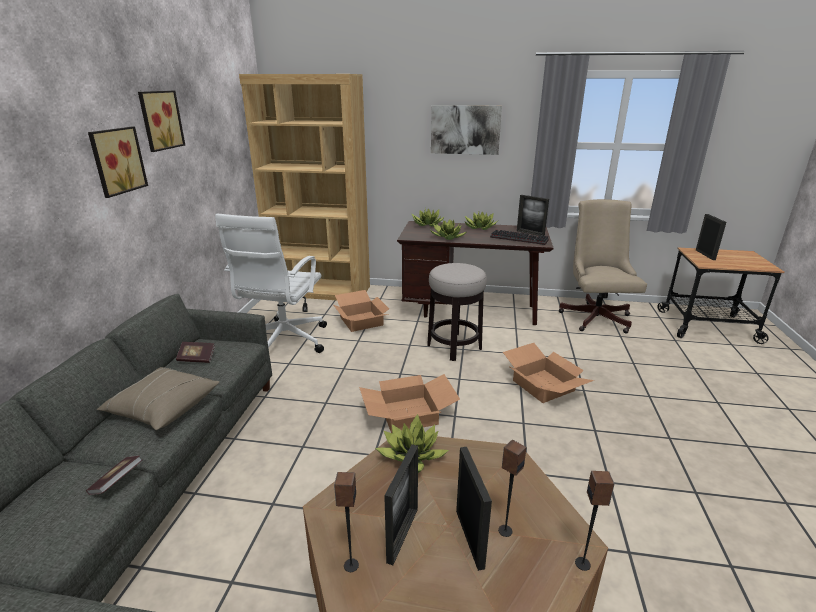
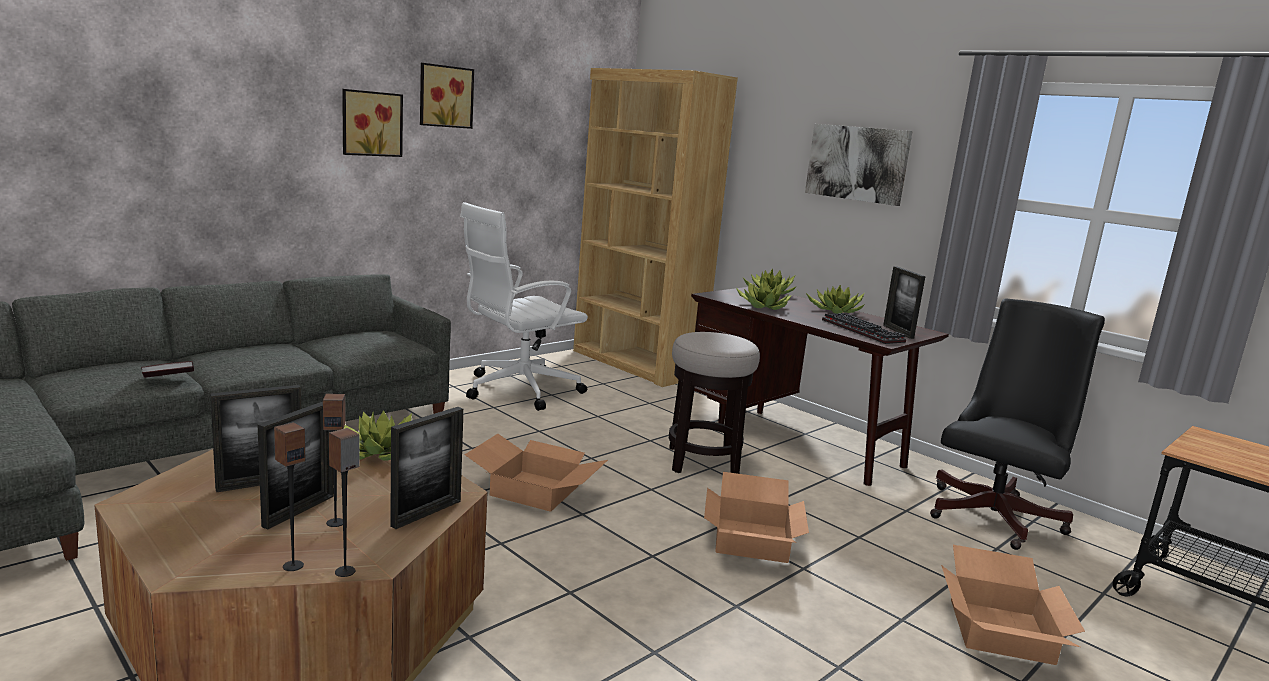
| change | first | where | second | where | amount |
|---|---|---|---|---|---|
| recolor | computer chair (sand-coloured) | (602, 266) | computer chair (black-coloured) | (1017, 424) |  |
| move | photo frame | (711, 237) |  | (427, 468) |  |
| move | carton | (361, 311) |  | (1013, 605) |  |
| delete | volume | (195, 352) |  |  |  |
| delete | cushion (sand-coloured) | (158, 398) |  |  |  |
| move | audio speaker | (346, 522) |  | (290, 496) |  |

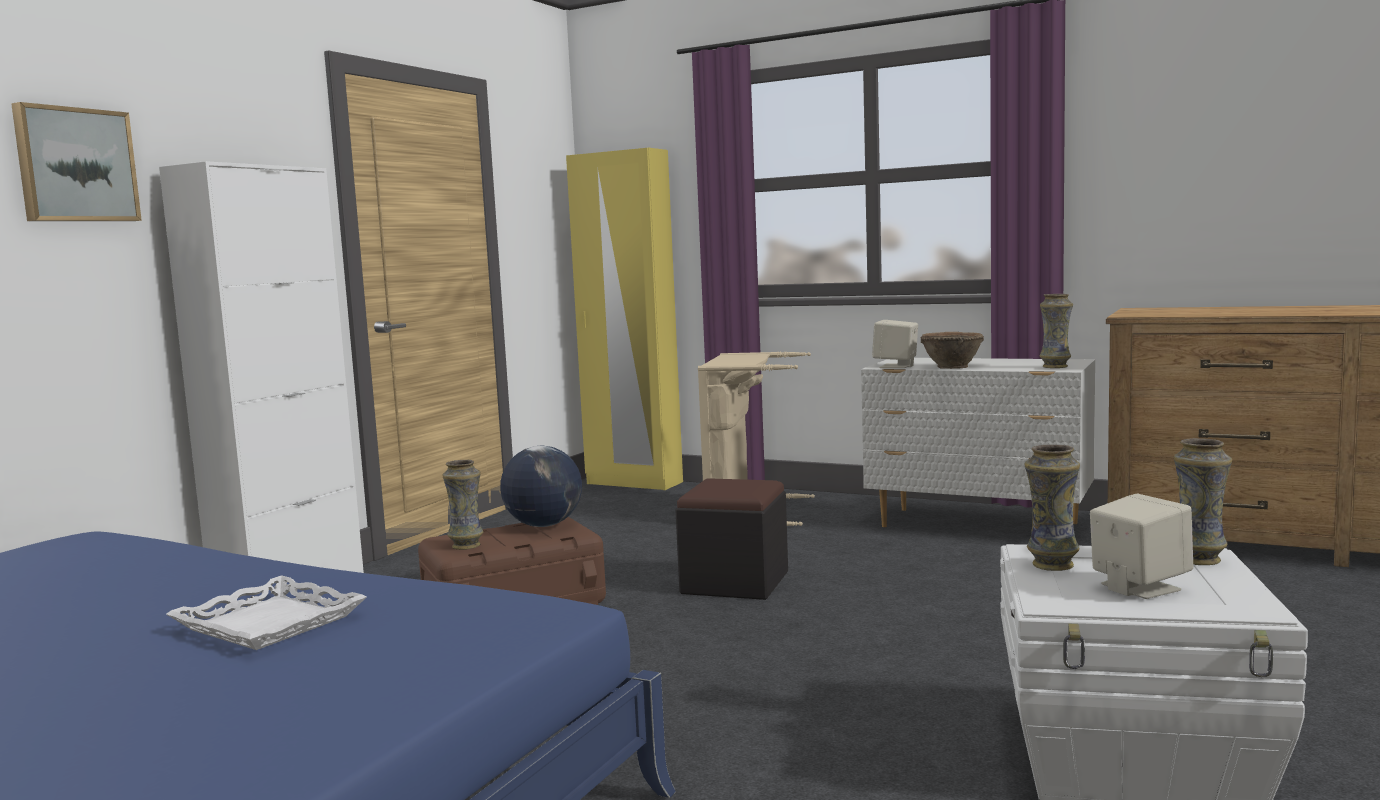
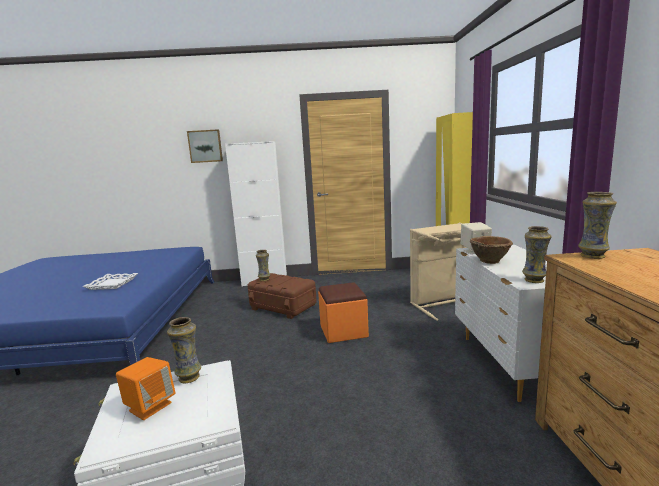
| change | first | where | second | where | amount |
|---|---|---|---|---|---|
| move | vase | (1203, 501) |  | (597, 225) |  |
| delete | desk globe | (541, 486) |  |  |  |
| recolor | pouffe (black-coloured) | (731, 539) | pouffe (orange) | (343, 312) |  |
| recolor | audio speaker (sand-coloured) | (1142, 546) | audio speaker (orange) | (145, 388) |  |

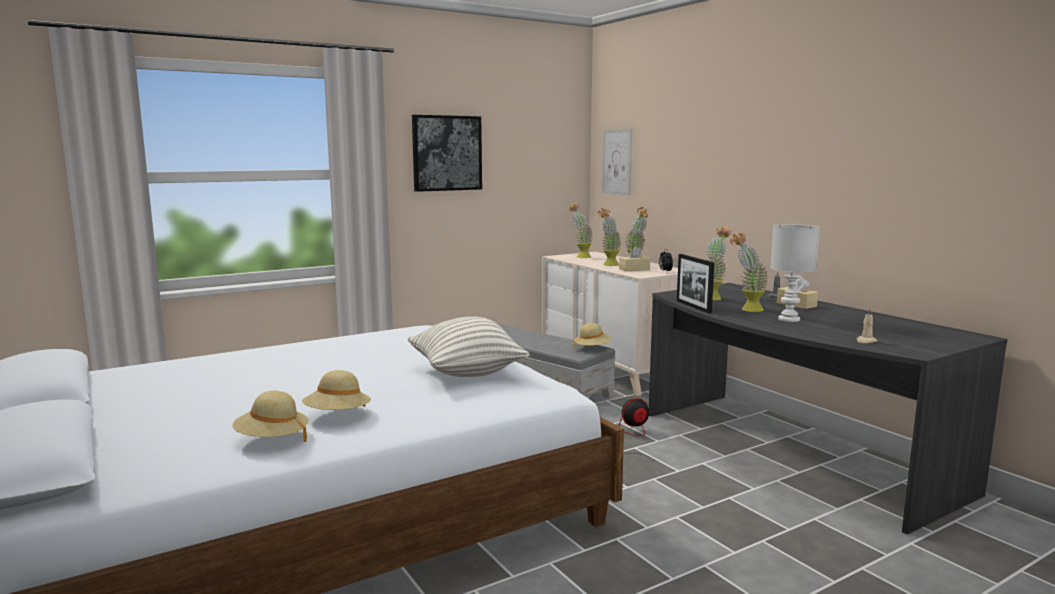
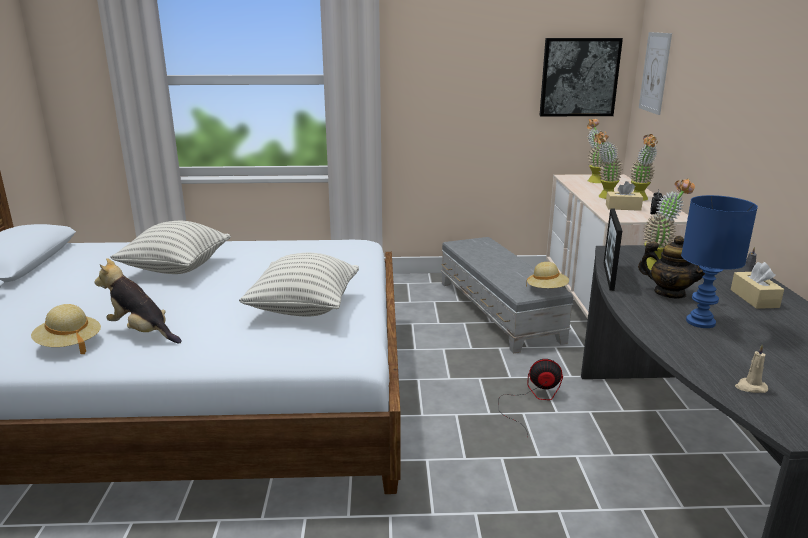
| change | first | where | second | where | amount |
|---|---|---|---|---|---|
| move | wall picture | (447, 153) |  | (581, 77) |  |
| recolor | tabletop lamp (white) | (795, 273) | tabletop lamp (blue-coloured) | (719, 261) |  |
| replace | houseplant | (748, 272) | teapot | (671, 267) |  |
| replace | wearable hat (sand-coloured) | (336, 390) | plush toy | (138, 301) |  |
| insert |  |  | cushion | (170, 247) |  |

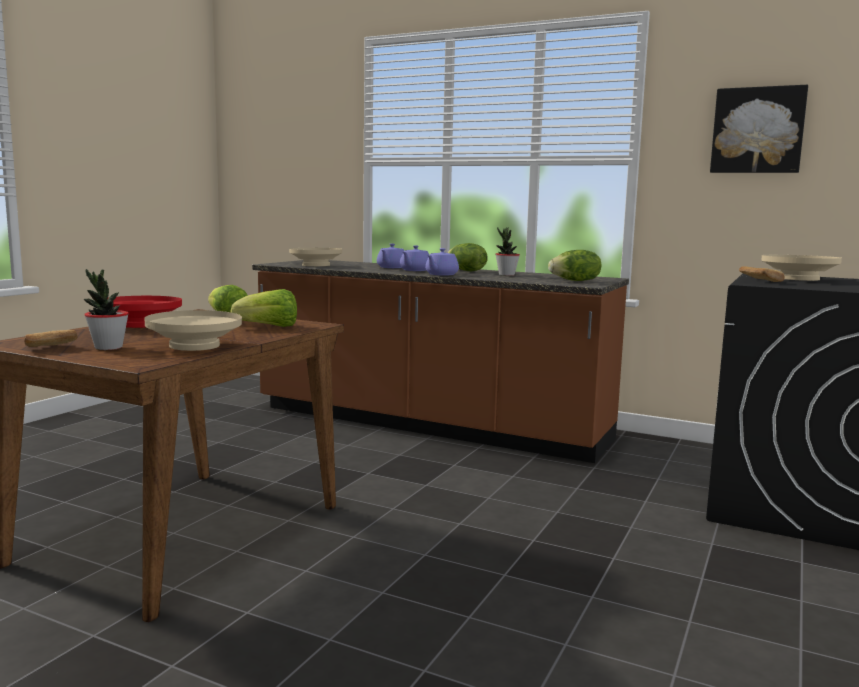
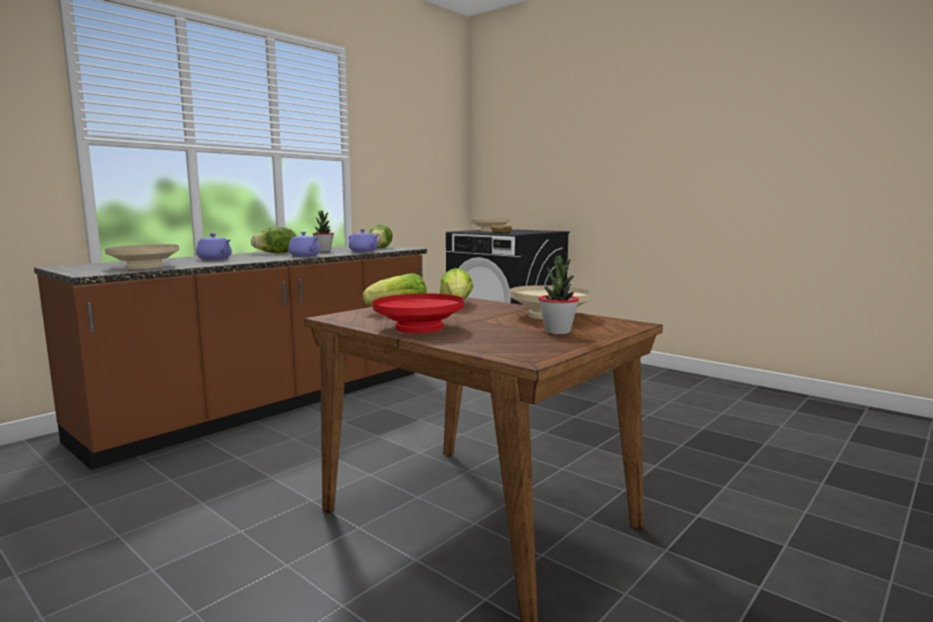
| change | first | where | second | where | amount |
|---|---|---|---|---|---|
| delete | wall picture | (759, 129) |  |  |  |
| move | teapot (purple) | (414, 258) |  | (364, 240) |  |
| delete | bread | (51, 338) |  |  |  |

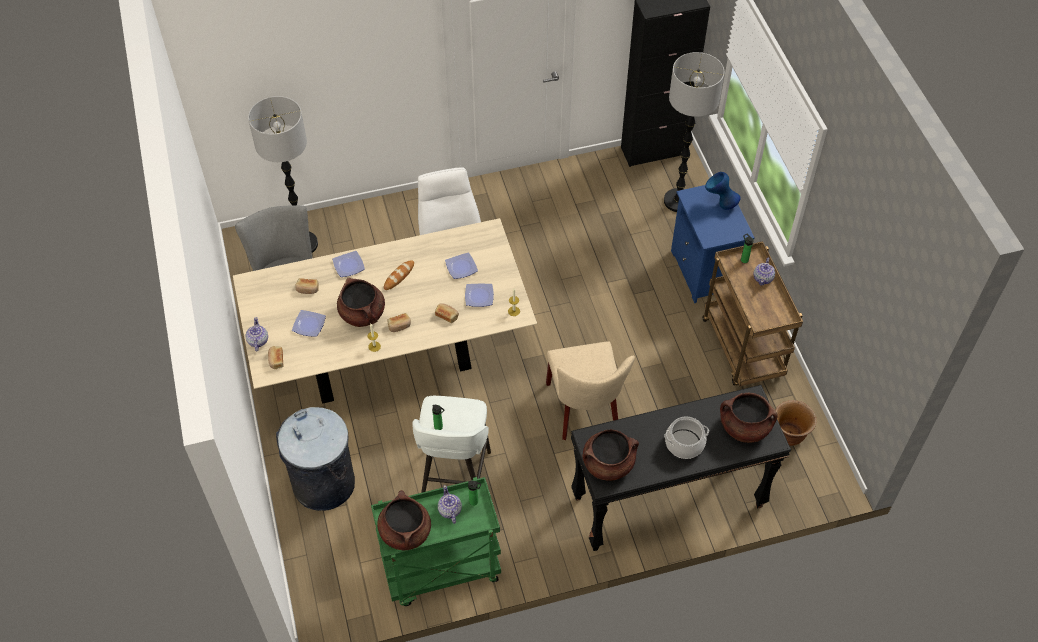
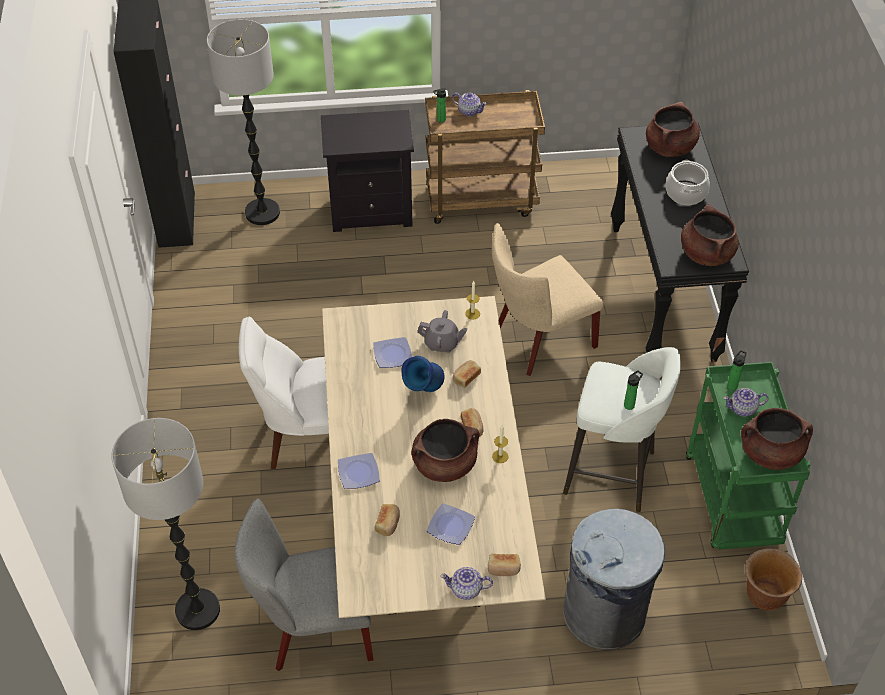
| change | first | where | second | where | amount |
|---|---|---|---|---|---|
| move | vase (blue-coloured) | (723, 191) |  | (423, 374) |  |
| recolor | bedside table (blue-coloured) | (713, 244) | bedside table (black-coloured) | (367, 171) |  |
| delete | bread | (399, 275) |  |  |  |
| replace | dinner plate | (479, 295) | teapot (gray) | (442, 331) |  |
| rotate | upright chair (sand-coloured) | (590, 390) |  | (548, 299) | 150 degrees clockwise |
| move | plant pot (brownish) | (796, 423) |  | (773, 579) |  |

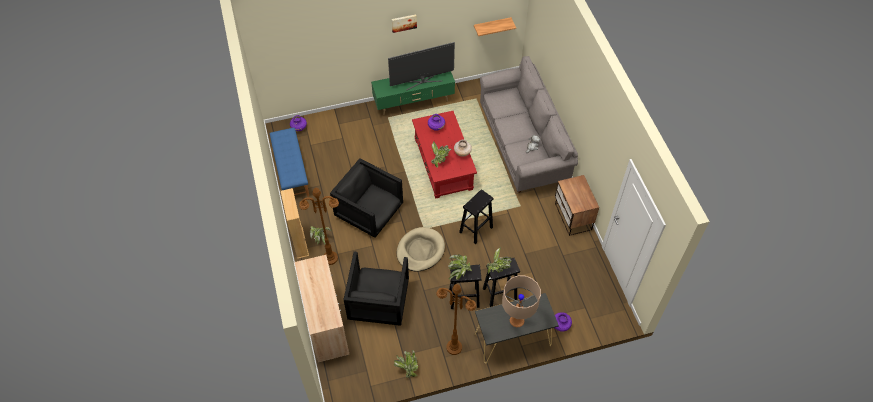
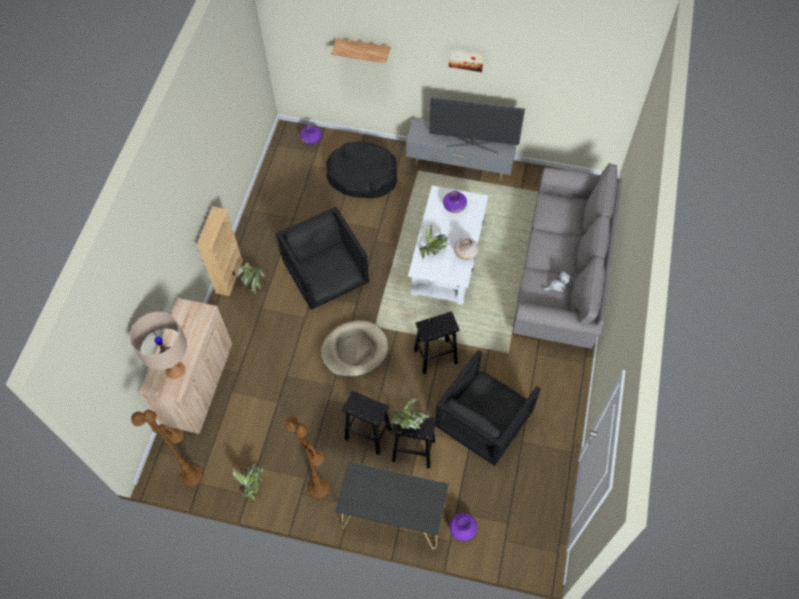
| change | first | where | second | where | amount |
|---|---|---|---|---|---|
| move | bracket shelf | (495, 26) |  | (361, 50) |  |
| recolor | media console (green-coloured) | (413, 93) | media console (gray) | (461, 150) |  |
| recolor | low table (red) | (444, 155) | low table (white) | (448, 245) |  |
| delete | long seat (blue-coloured) | (289, 162) |  |  |  |
| delete | bedside table | (577, 205) |  |  |  |
| move | standard lamp (brownish) | (319, 226) |  | (167, 448) |  |
| move | easy chair (black-coloured) | (376, 288) |  | (487, 408) |  |
| delete | houseplant | (460, 267) |  |  |  |
| move | tabletop lamp (sand-coloured) | (521, 301) |  | (158, 345) |  |
| insert |  |  | pet bed (black-coloured) | (361, 169) |  |

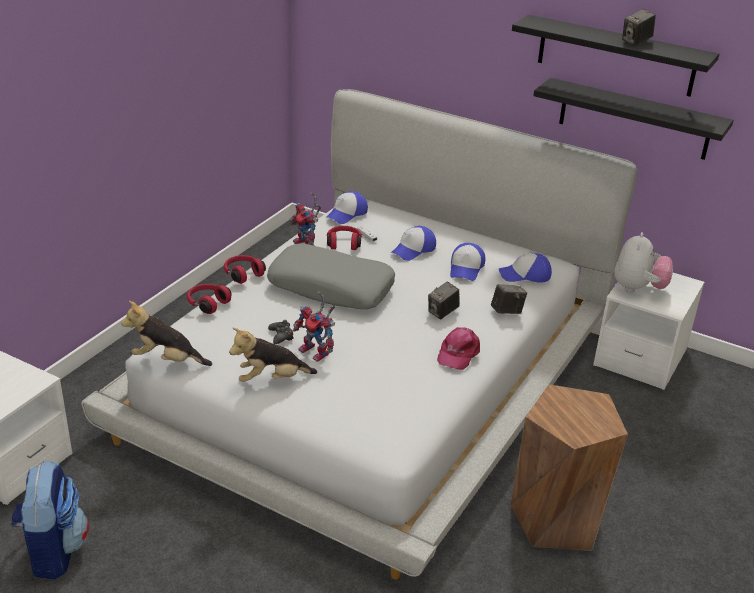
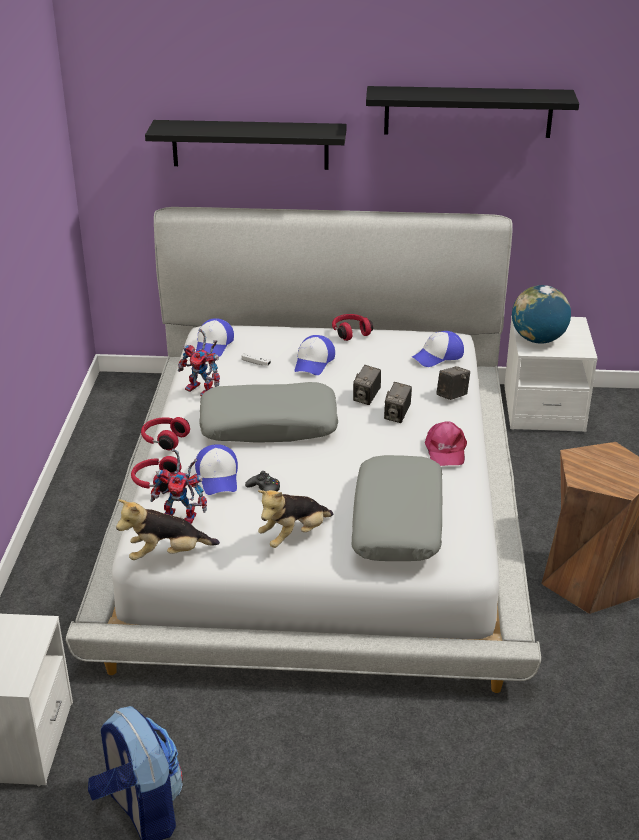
| change | first | where | second | where | amount |
|---|---|---|---|---|---|
| move | still camera | (639, 27) |  | (367, 385) |  |
| move | bracket shelf (black-coloured) | (633, 119) |  | (246, 145) |  |
| move | pair of headphones (red) | (344, 238) |  | (352, 327) |  |
| replace | plush toy | (643, 262) | desk globe | (541, 314) |  |
| move | cap | (468, 262) |  | (216, 469) |  |
| move | toy robot | (314, 326) |  | (179, 486) |  |
| insert |  |  | cushion (gray) | (397, 508) |  |

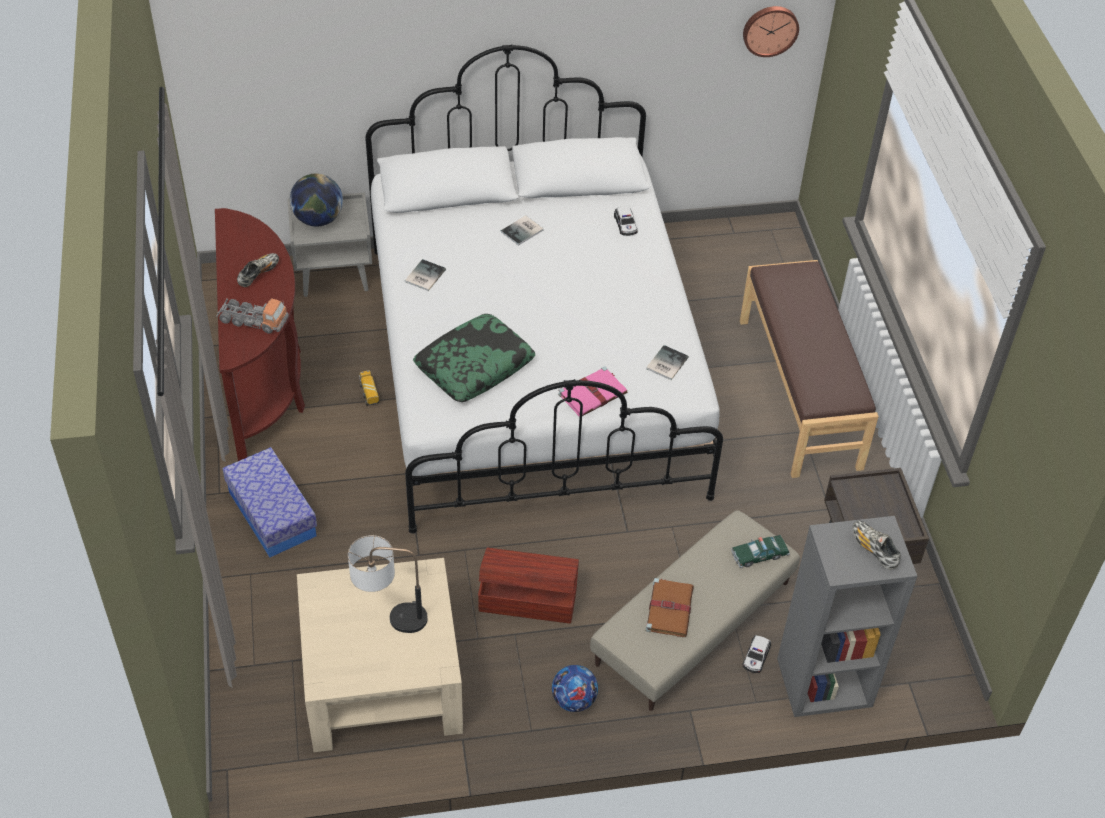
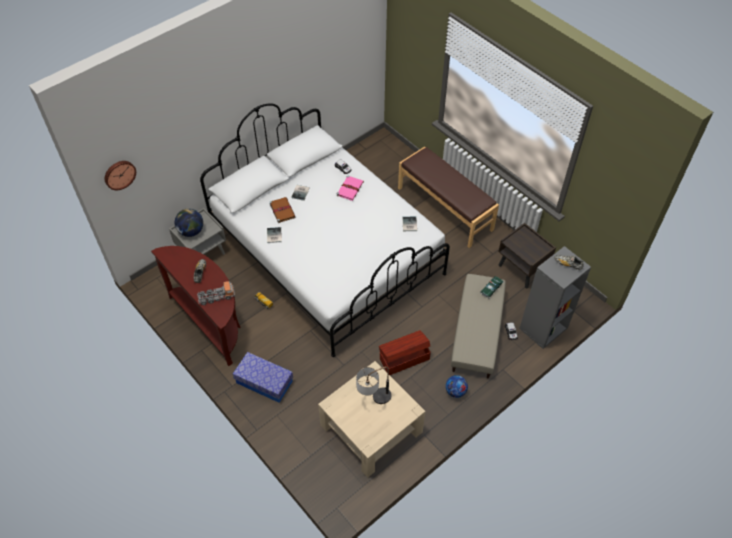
| change | first | where | second | where | amount |
|---|---|---|---|---|---|
| move | clock on the wall | (771, 31) |  | (120, 175) |  |
| delete | cushion | (474, 358) |  |  |  |
| move | volume (pink-coloured) | (592, 391) |  | (350, 188) |  |
| move | volume (brownish) | (670, 607) |  | (282, 210) |  |

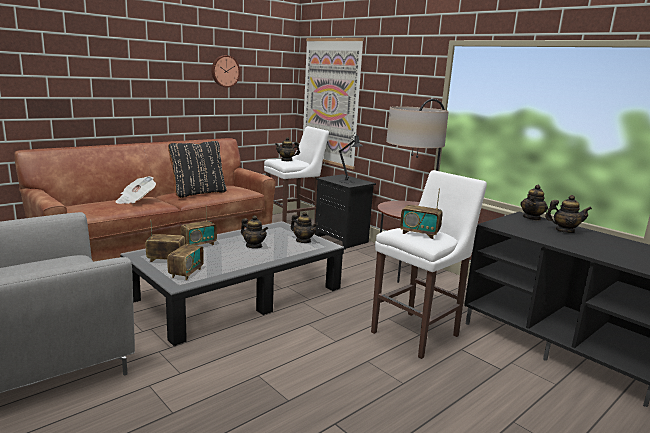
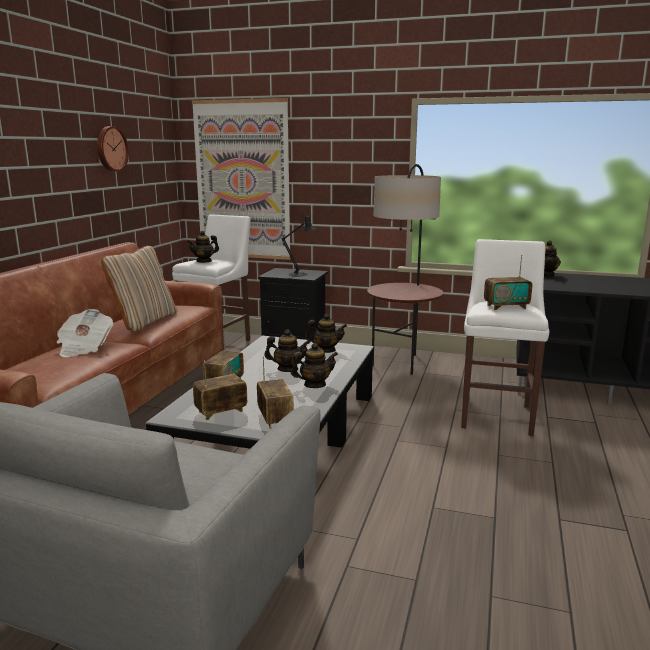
| change | first | where | second | where | amount |
|---|---|---|---|---|---|
| recolor | cushion (black-coloured) | (197, 169) | cushion (sand-coloured) | (139, 289) |  |
| move | teapot | (568, 214) |  | (314, 365) |  |

